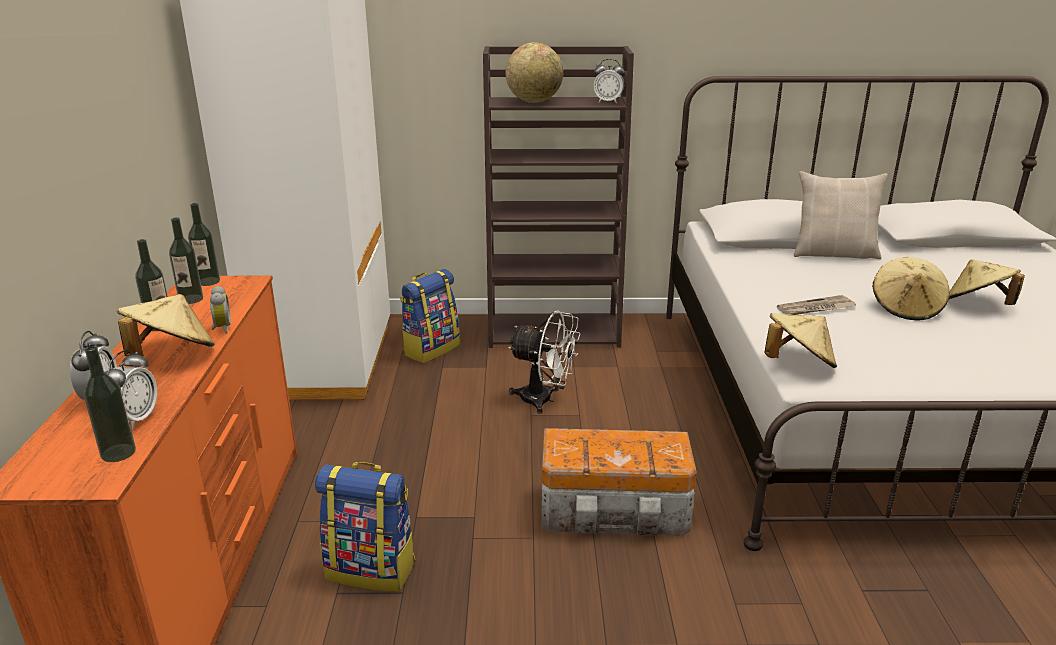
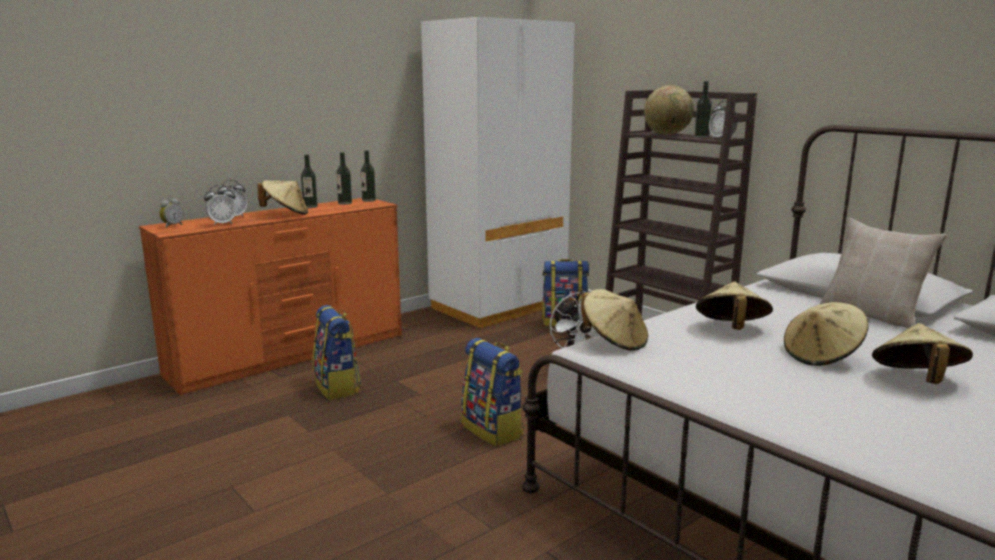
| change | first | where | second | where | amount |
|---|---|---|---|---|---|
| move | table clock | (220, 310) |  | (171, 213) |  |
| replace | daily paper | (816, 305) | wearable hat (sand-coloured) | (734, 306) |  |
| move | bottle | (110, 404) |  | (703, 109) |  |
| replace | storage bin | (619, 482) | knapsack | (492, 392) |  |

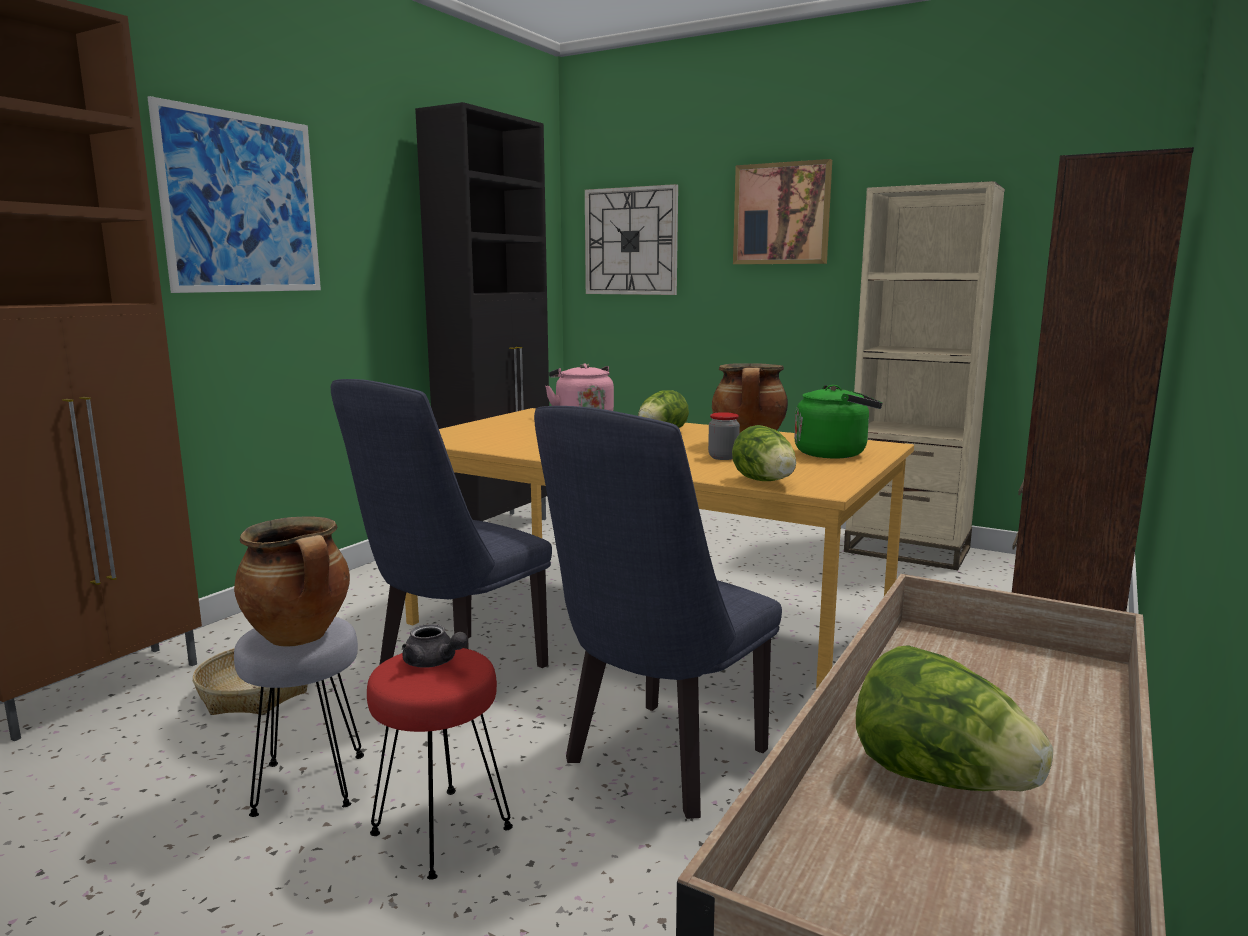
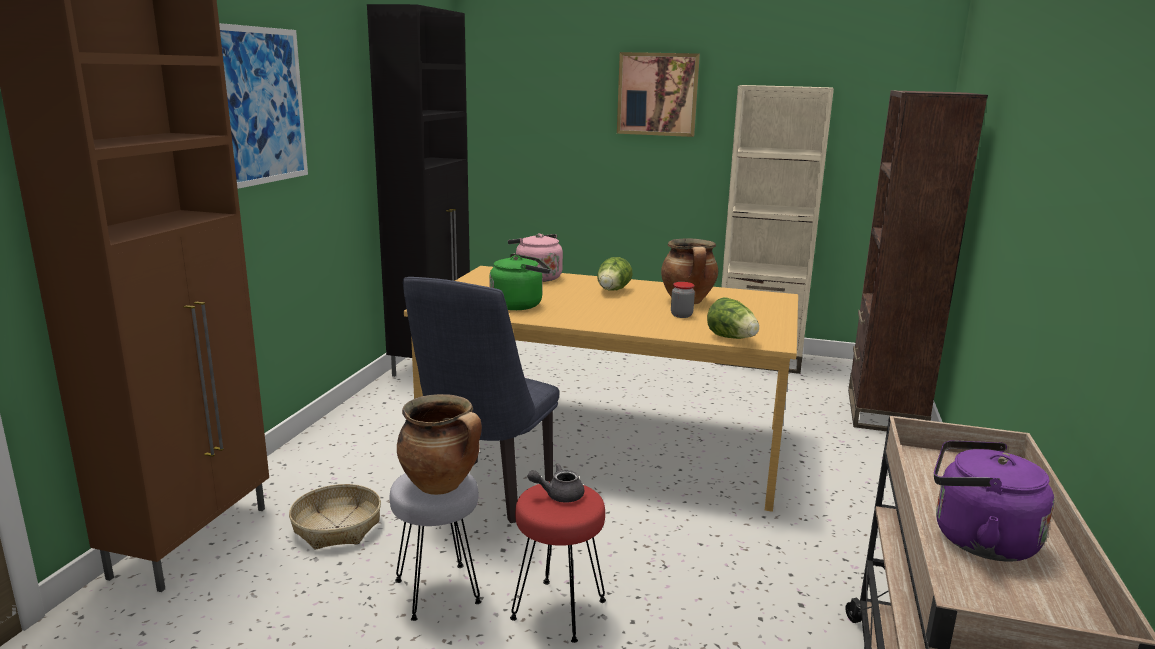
| change | first | where | second | where | amount |
|---|---|---|---|---|---|
| delete | clock on the wall | (631, 239) |  |  |  |
| move | water kettle (green-coloured) | (838, 421) |  | (519, 282) |  |
| delete | upright chair (blue-coloured) | (658, 612) |  |  |  |
| rotate | teapot (gray) | (435, 646) |  | (555, 483) | 150 degrees clockwise |
| replace | lettuce head | (954, 718) | water kettle (purple) | (994, 501) |  |

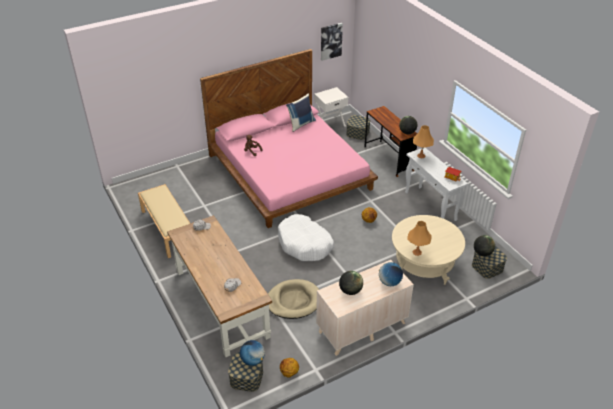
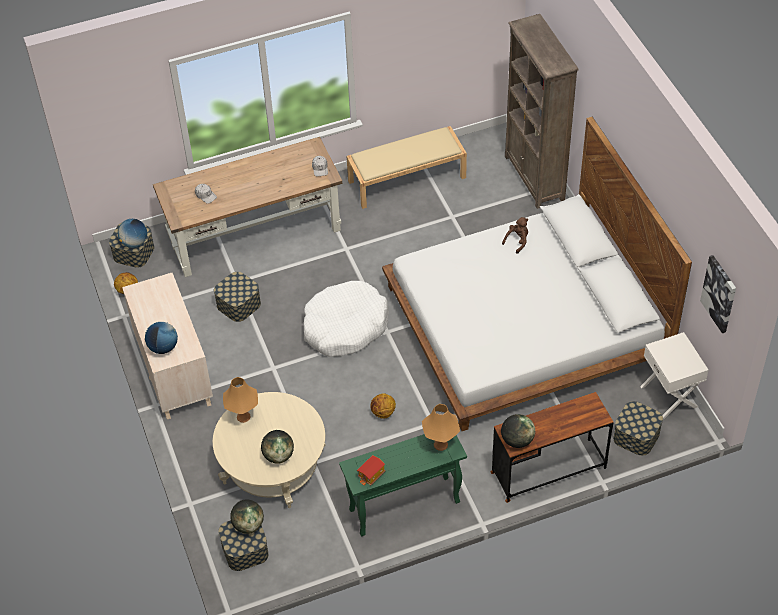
| change | first | where | second | where | amount |
|---|---|---|---|---|---|
| recolor | bedroom bed (pink-coloured) | (289, 138) | bedroom bed (white) | (537, 274) |  |
| delete | cushion (blue-coloured) | (301, 113) |  |  |  |
| recolor | console table (white) | (436, 184) | console table (green-coloured) | (403, 485) |  |
| move | desk globe | (351, 283) |  | (277, 447) |  |
| replace | pet bed (sand-coloured) | (293, 299) | storage bin | (237, 297) |  |
| insert |  |  | bookshelf (brownish) | (541, 111) |  |

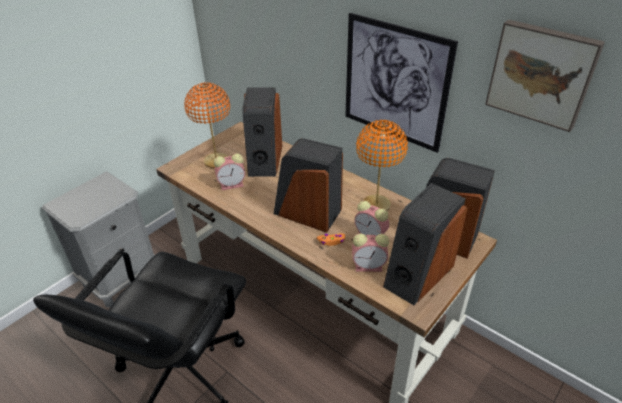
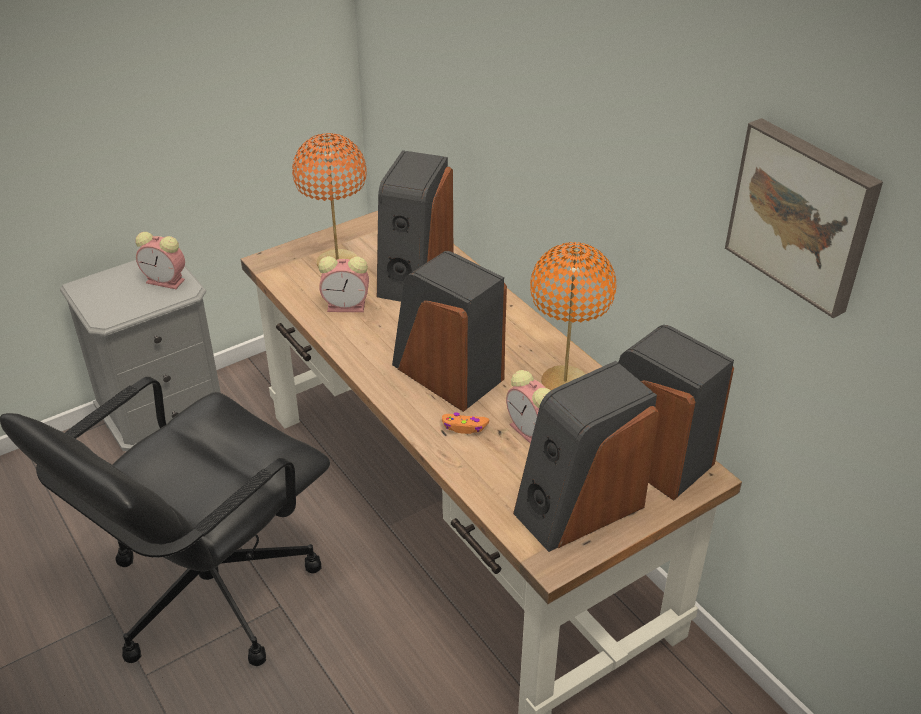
| change | first | where | second | where | amount |
|---|---|---|---|---|---|
| delete | wall picture | (401, 83) |  |  |  |
| move | table clock | (370, 252) |  | (160, 260) |  |

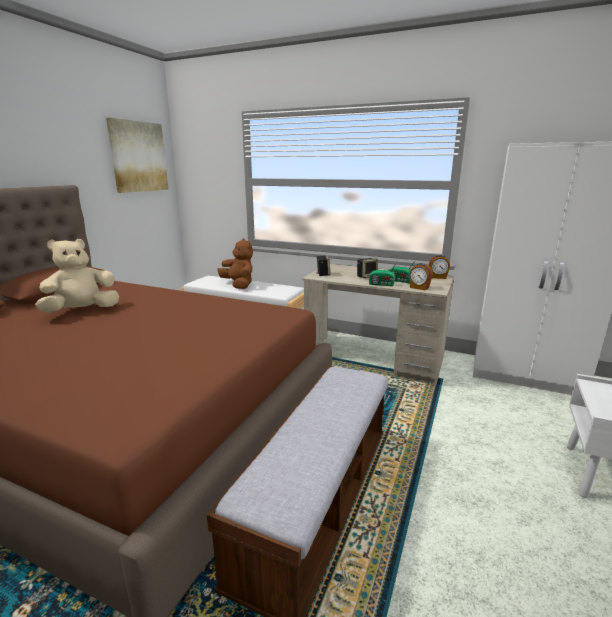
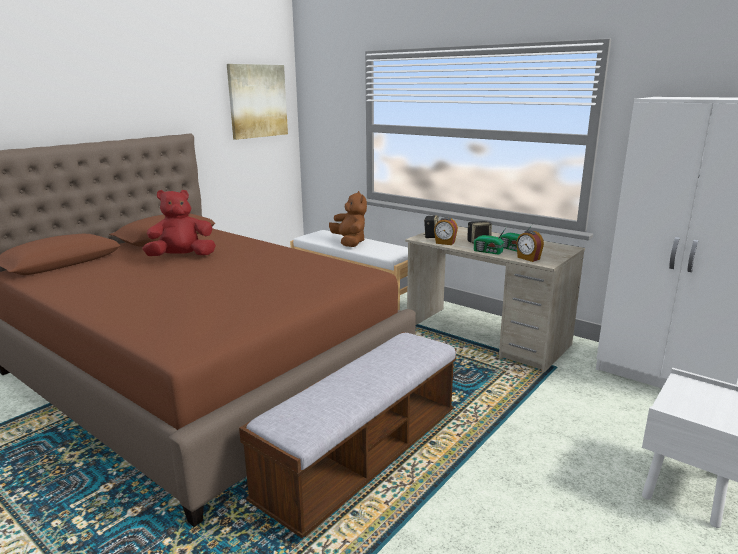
| change | first | where | second | where | amount |
|---|---|---|---|---|---|
| recolor | plush toy (sand-coloured) | (77, 276) | plush toy (red) | (179, 223) |  |
| move | table clock | (439, 267) |  | (446, 231) |  |

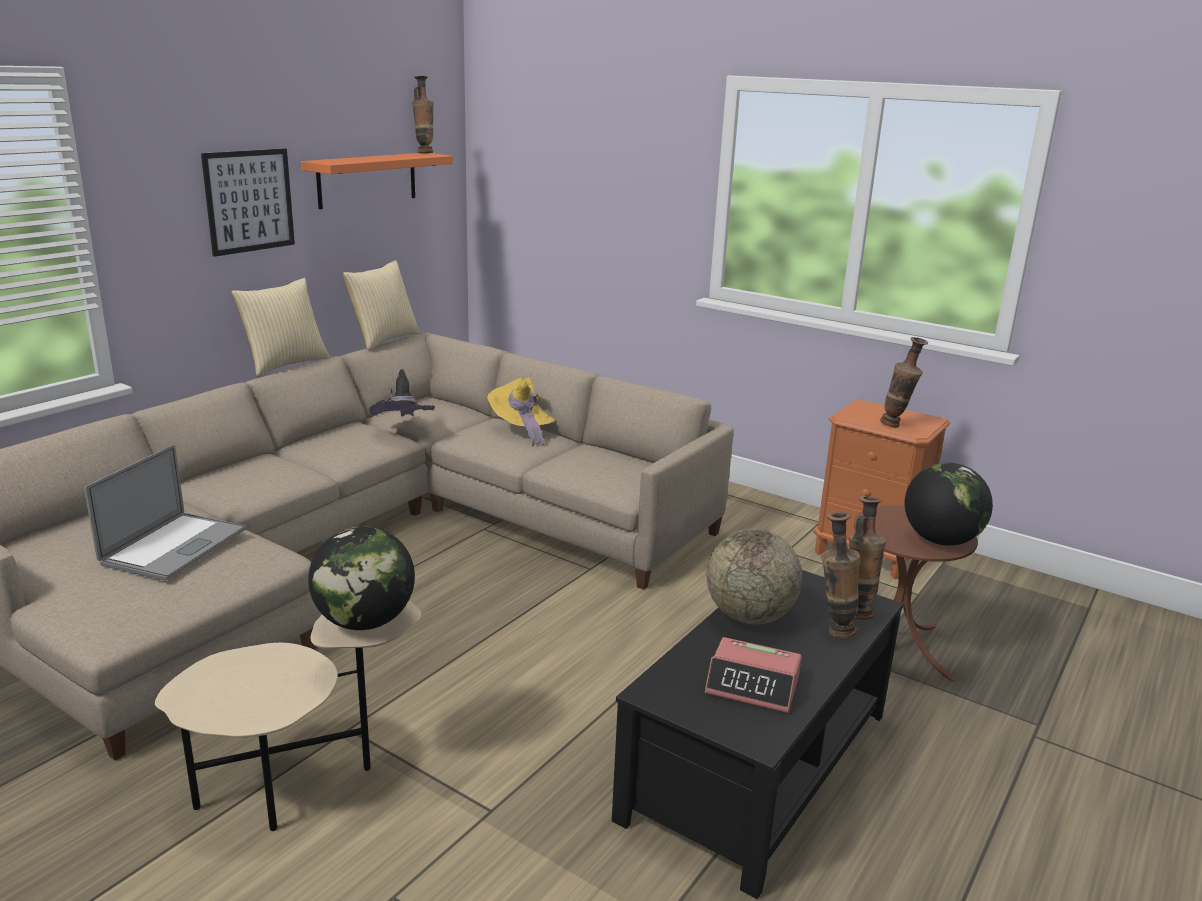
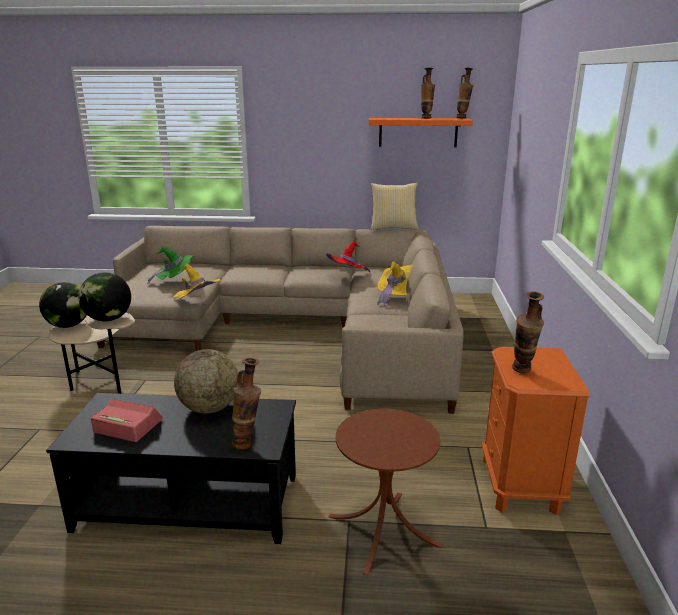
| change | first | where | second | where | amount |
|---|---|---|---|---|---|
| delete | wall picture | (248, 203) |  |  |  |
| delete | cushion | (281, 327) |  |  |  |
| recolor | wearable hat (black-coloured) | (402, 392) | wearable hat (red) | (348, 257) |  |
| replace | notebook computer | (165, 512) | wearable hat (green-coloured) | (171, 265) |  |
| move | desk globe | (948, 504) |  | (63, 305) |  |
| move | vase | (840, 575) |  | (428, 93) |  |
| rotate | table clock | (753, 675) |  | (127, 420) | 120 degrees clockwise |
| insert |  |  | wearable hat (yellow) | (196, 281) |  |

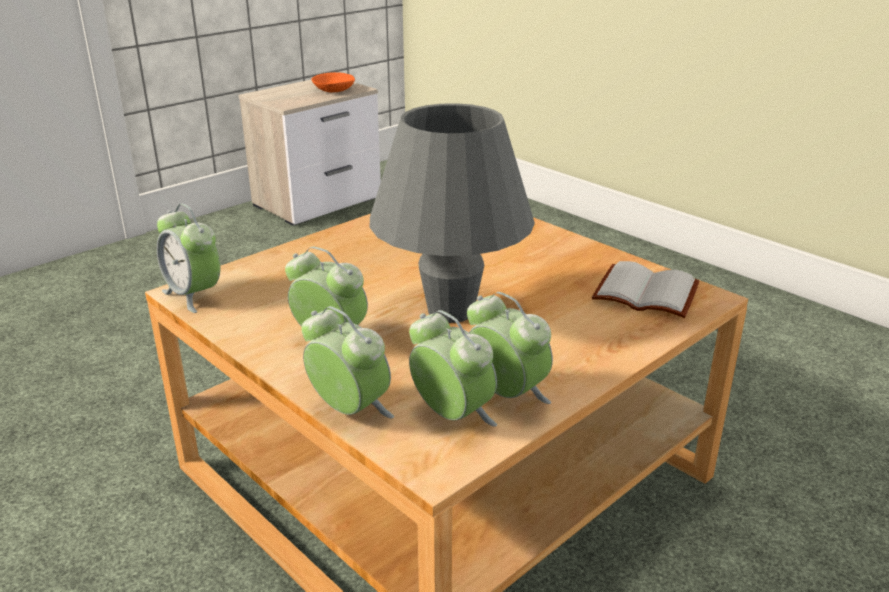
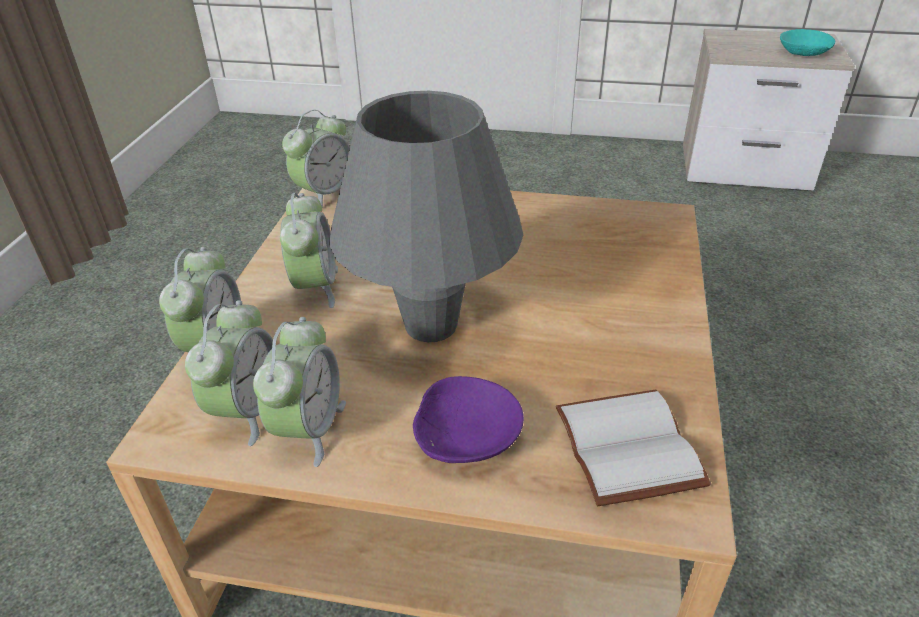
| change | first | where | second | where | amount |
|---|---|---|---|---|---|
| recolor | serving bowl (orange) | (333, 82) | serving bowl (blue-green) | (807, 42) |  |
| rotate | table clock | (188, 258) |  | (316, 158) | 150 degrees counterclockwise |
| insert |  |  | serving bowl (purple) | (468, 419) |  |

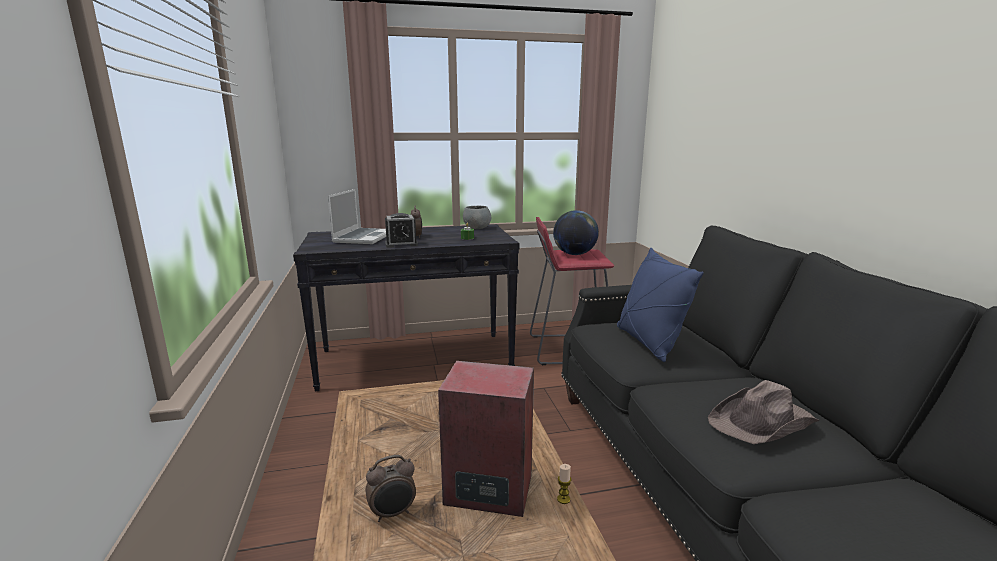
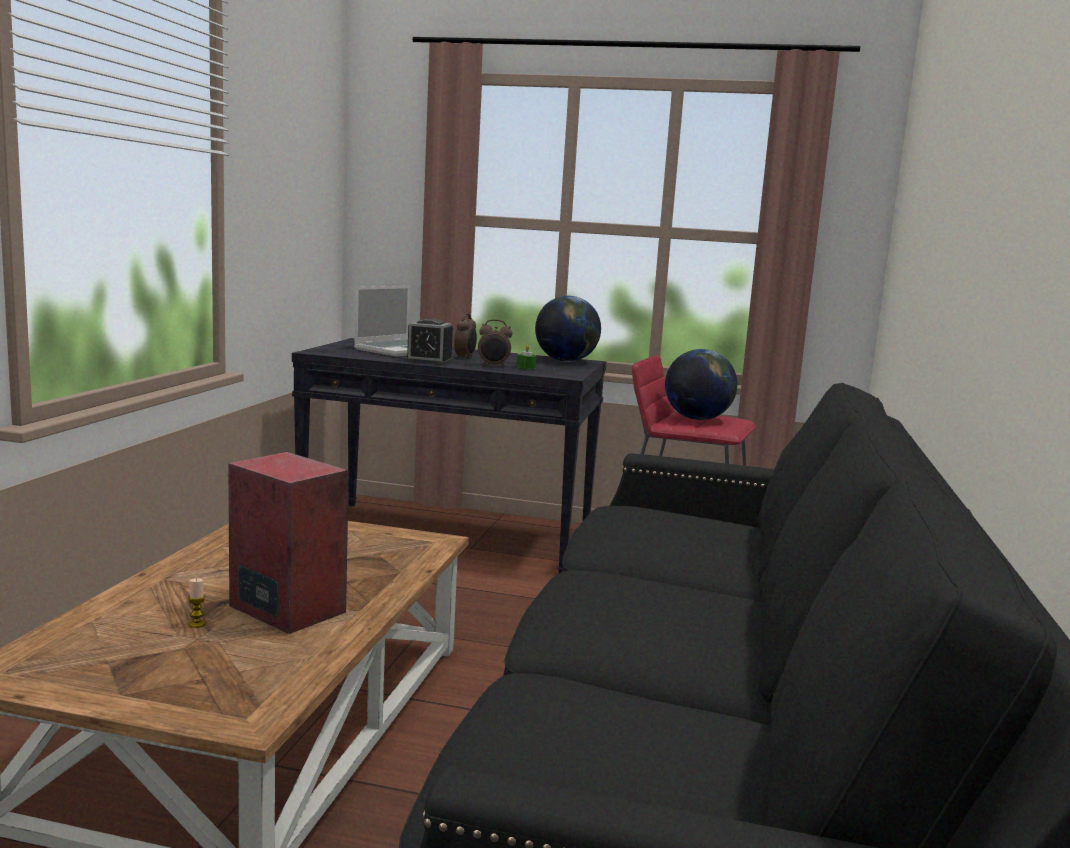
| change | first | where | second | where | amount |
|---|---|---|---|---|---|
| replace | serving bowl (gray) | (477, 217) | desk globe | (568, 329) |  |
| delete | cushion (blue-coloured) | (660, 305) |  |  |  |
| delete | wearable hat (brownish) | (763, 412) |  |  |  |
| move | table clock | (390, 488) |  | (495, 343) |  |
| move | wax candle | (564, 484) |  | (197, 603) |  |

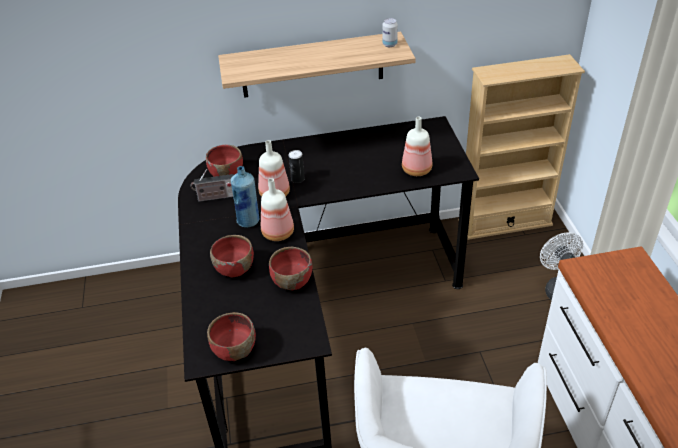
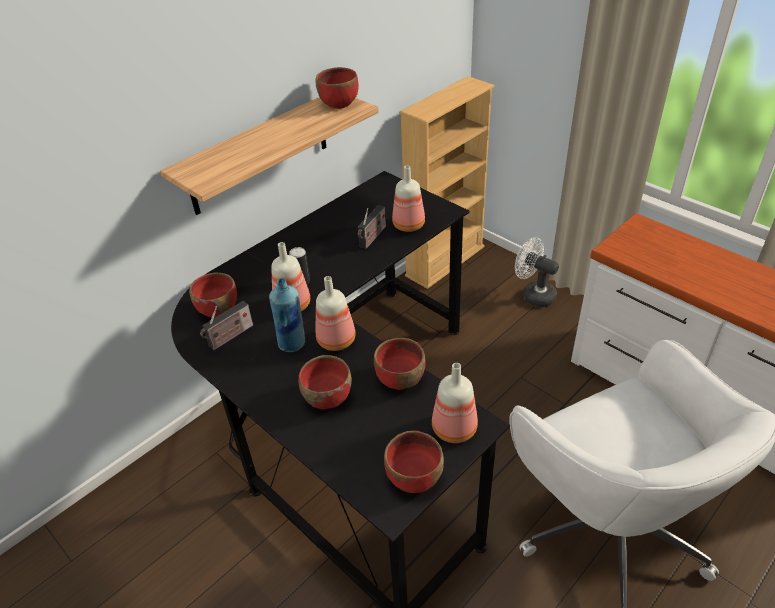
| change | first | where | second | where | amount |
|---|---|---|---|---|---|
| replace | metal can | (390, 32) | serving bowl (red) | (337, 88) |  |
| insert |  |  | radio | (372, 227) |  |
| insert |  |  | bottle | (455, 403) |  |

